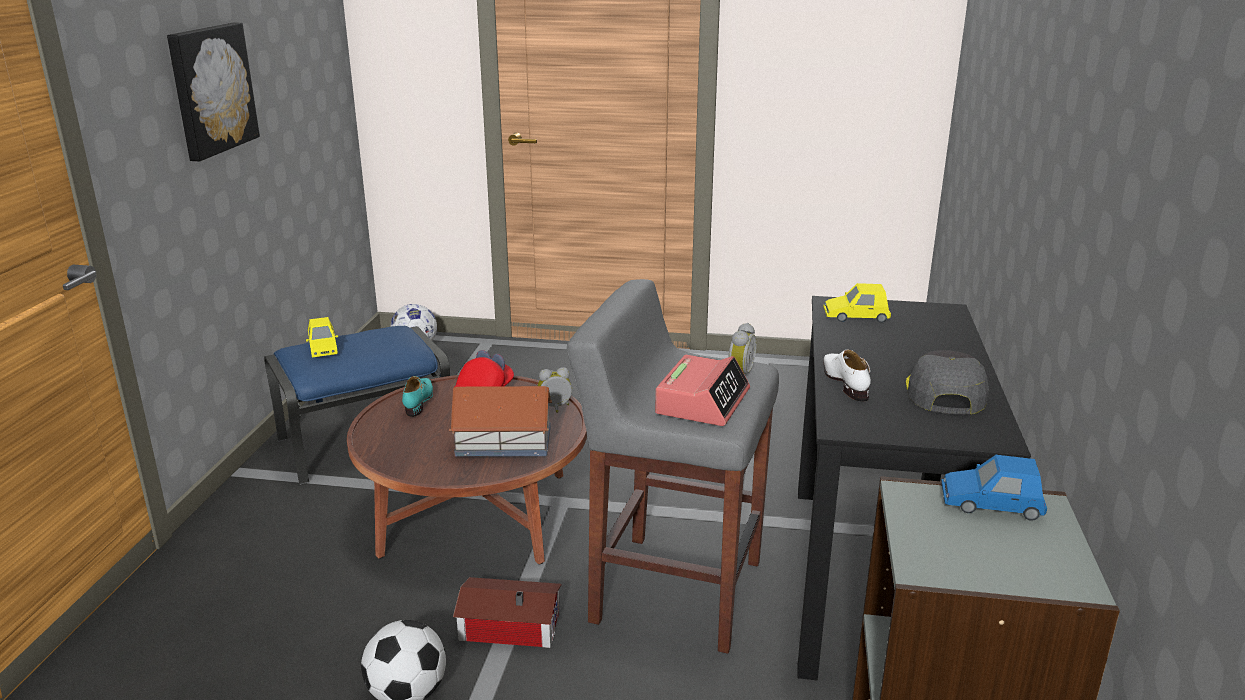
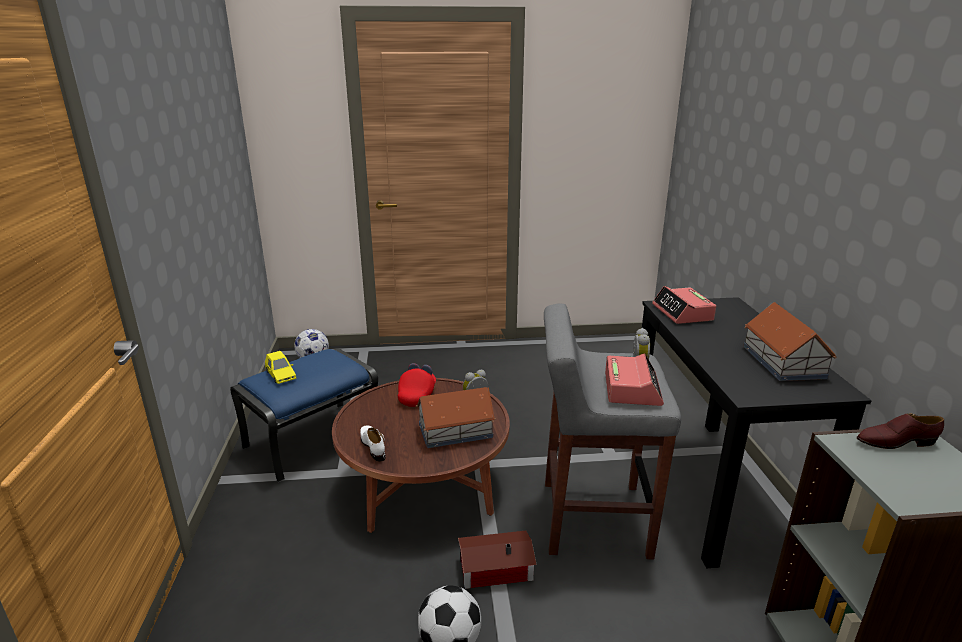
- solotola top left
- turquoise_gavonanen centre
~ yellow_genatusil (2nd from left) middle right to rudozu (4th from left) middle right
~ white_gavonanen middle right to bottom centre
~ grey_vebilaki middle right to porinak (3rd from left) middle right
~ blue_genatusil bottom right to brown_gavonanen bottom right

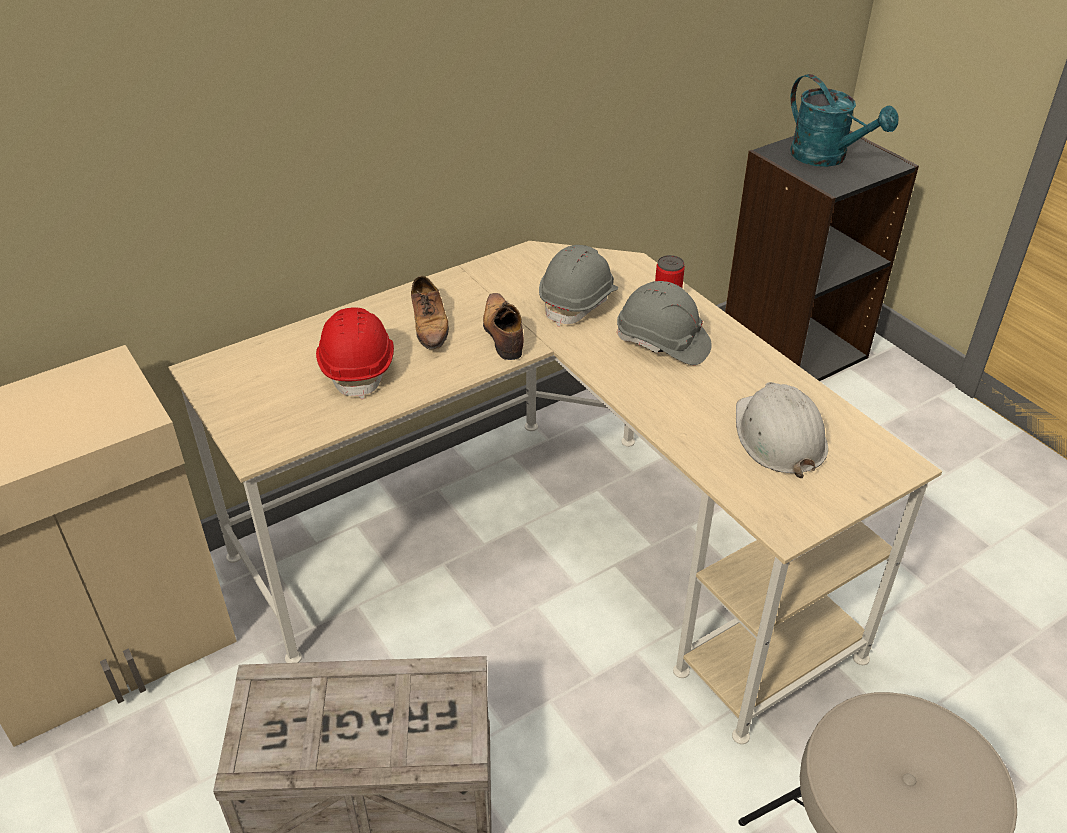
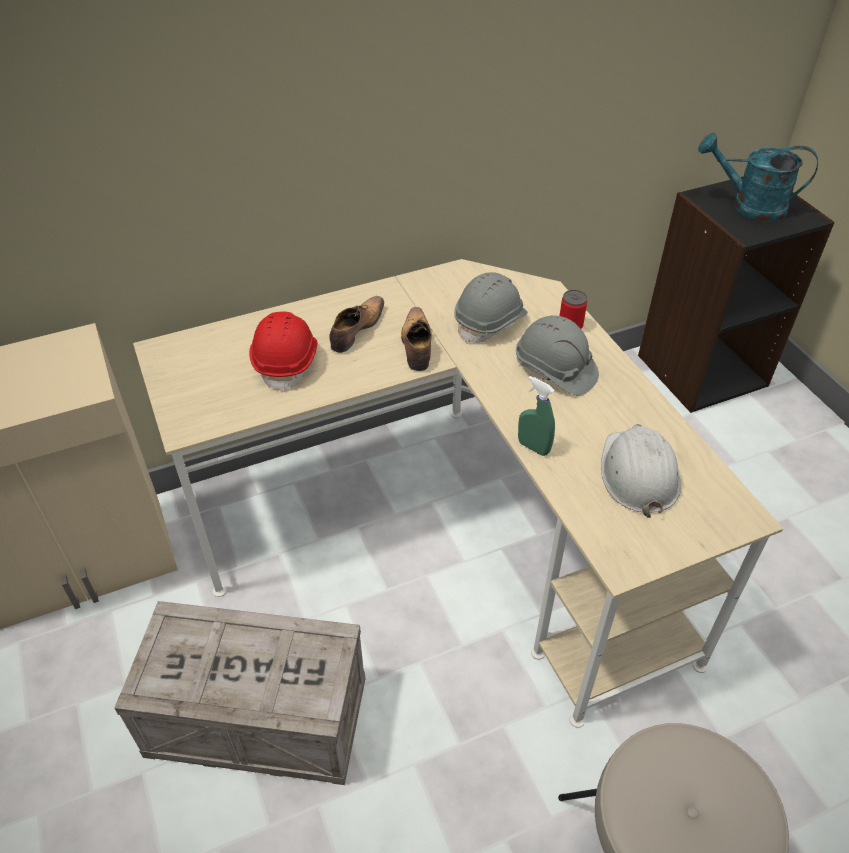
~ gavonanen (1st from left) centre = centre 150 degrees counterclockwise
~ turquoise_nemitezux top right = top right 135 degrees clockwise
+ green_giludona centre

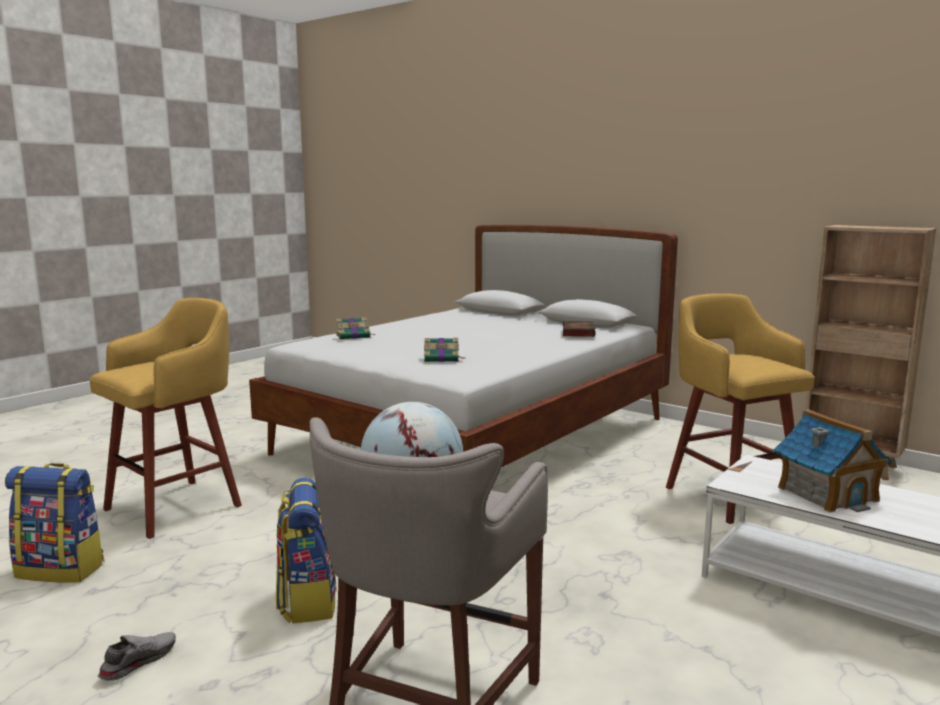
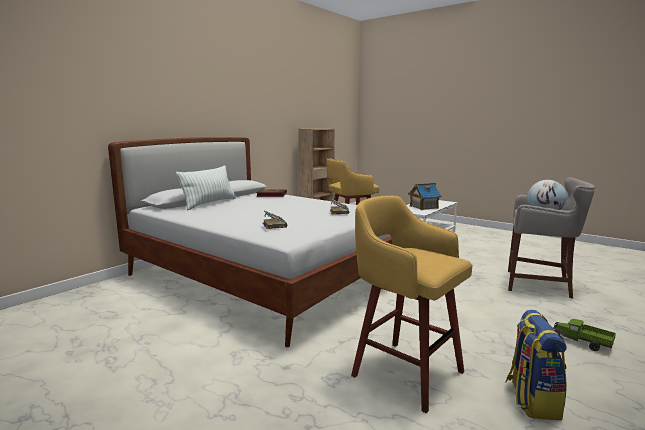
~ grey_gavonanen bottom left to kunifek bottom right
- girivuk (2nd from left) bottom left
+ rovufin middle left

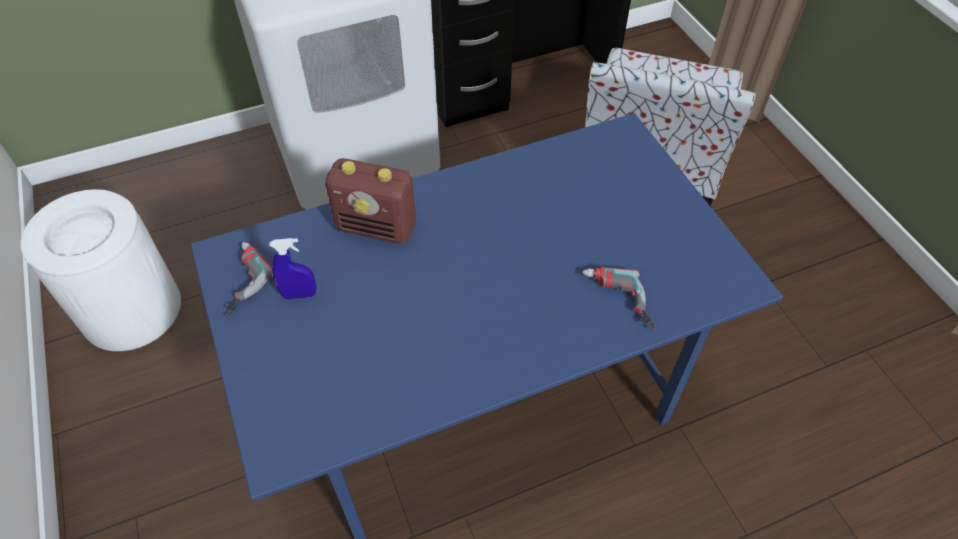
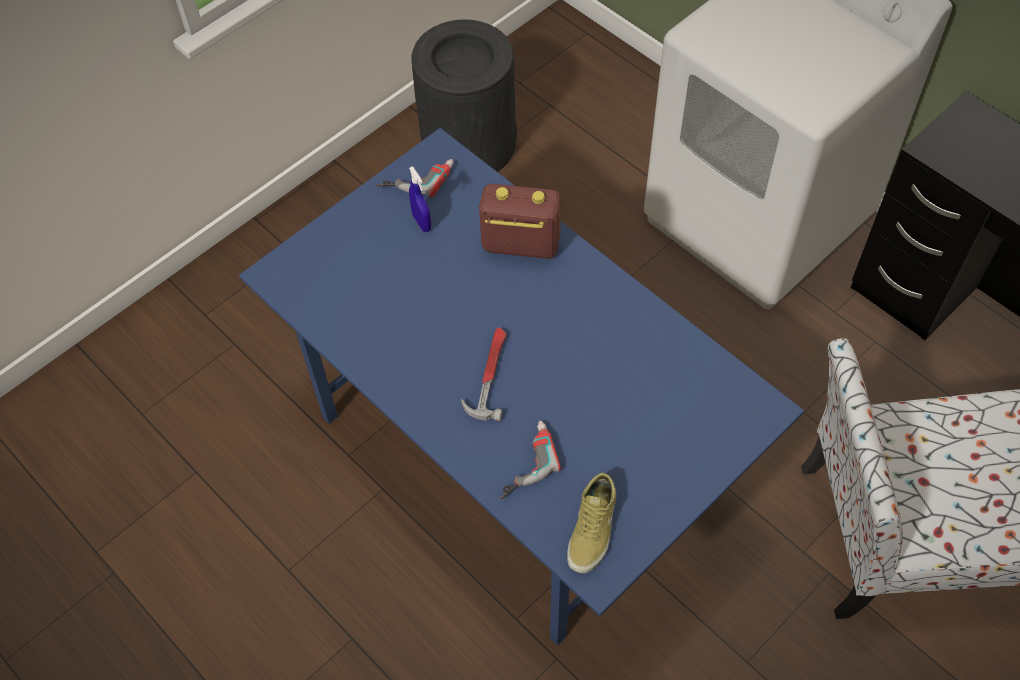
~ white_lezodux middle left to black_lezodux top centre
~ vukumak centre = top centre 105 degrees clockwise
+ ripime centre
+ beige_gavonanen bottom centre

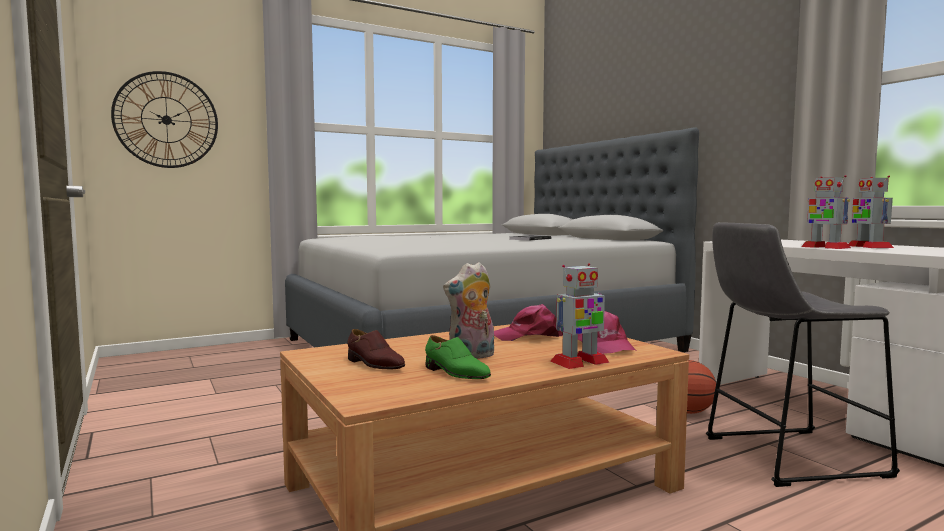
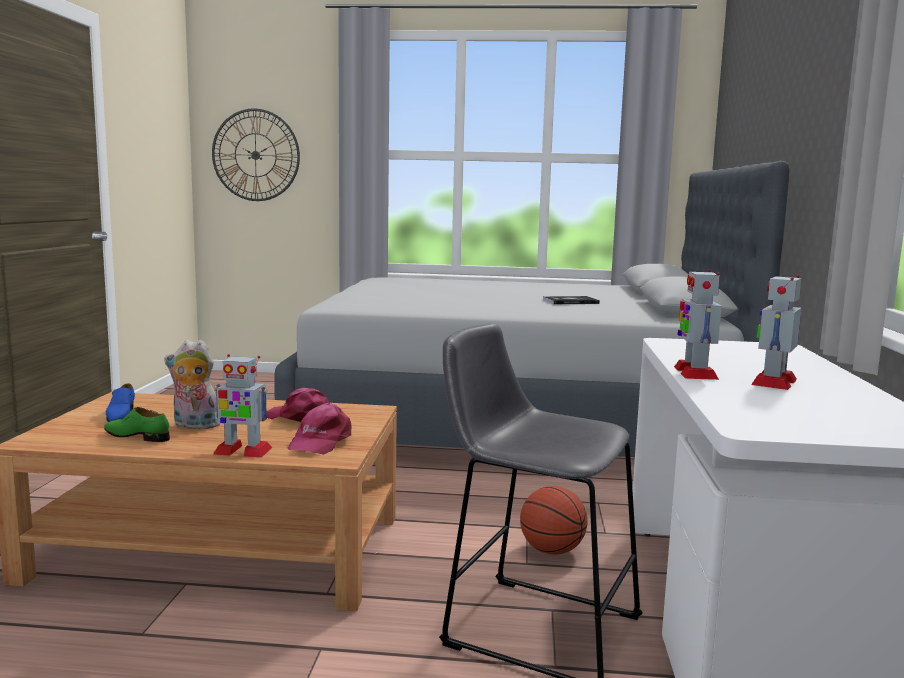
~ brown_gavonanen centre to blue_gavonanen middle left
~ green_gavonanen bottom centre = middle left 120 degrees clockwise

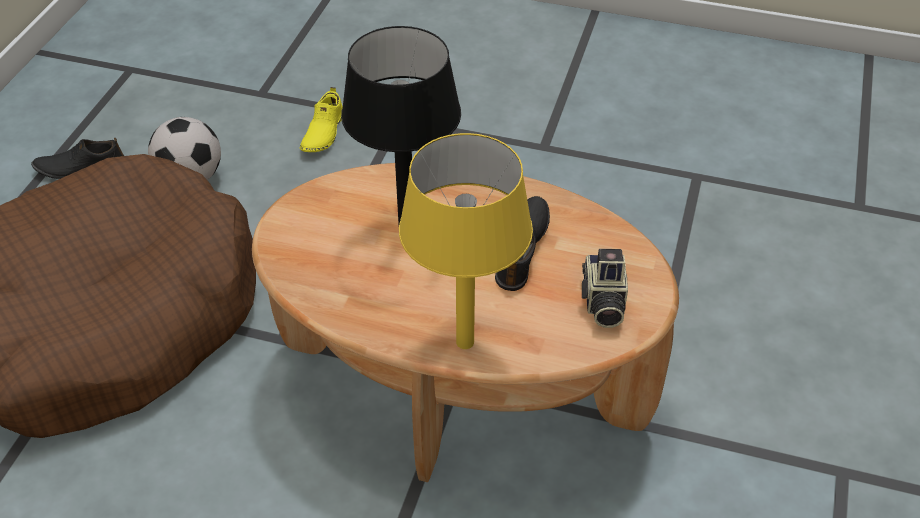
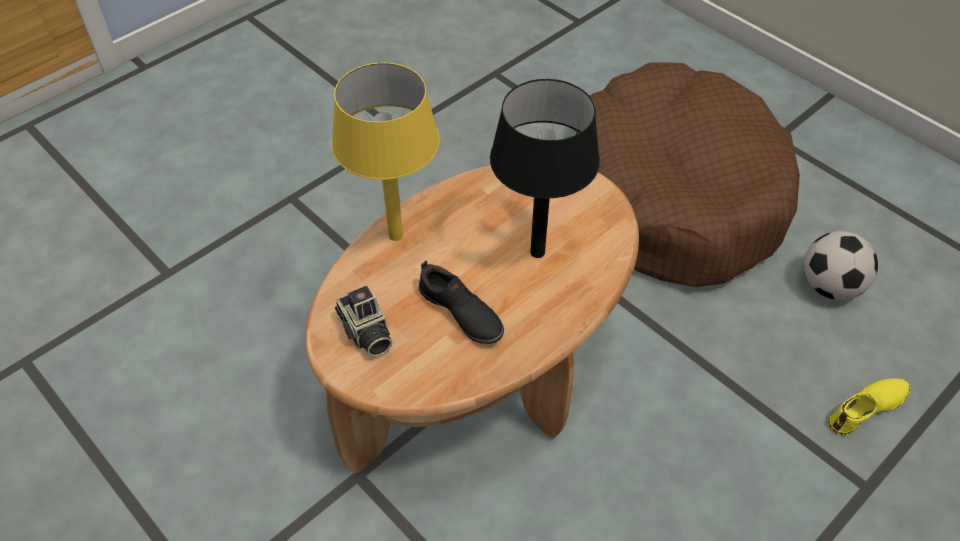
- black_gavonanen (1st from left) top left
~ yellow_gavonanen top centre = bottom right 105 degrees clockwise
~ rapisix centre = centre 150 degrees counterclockwise

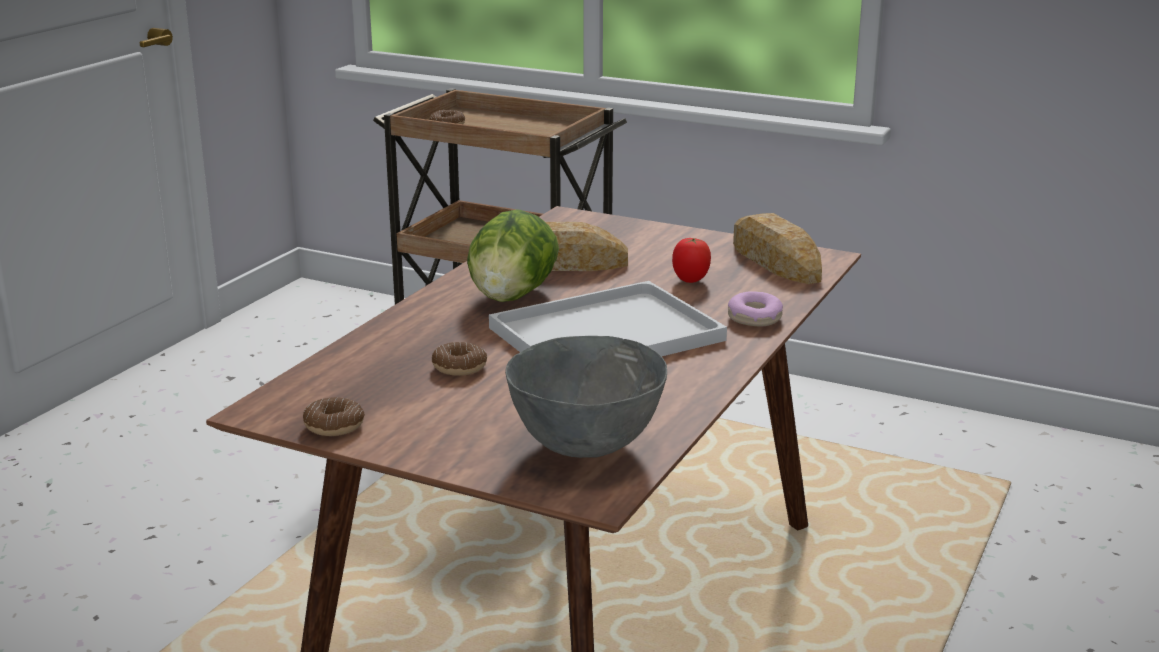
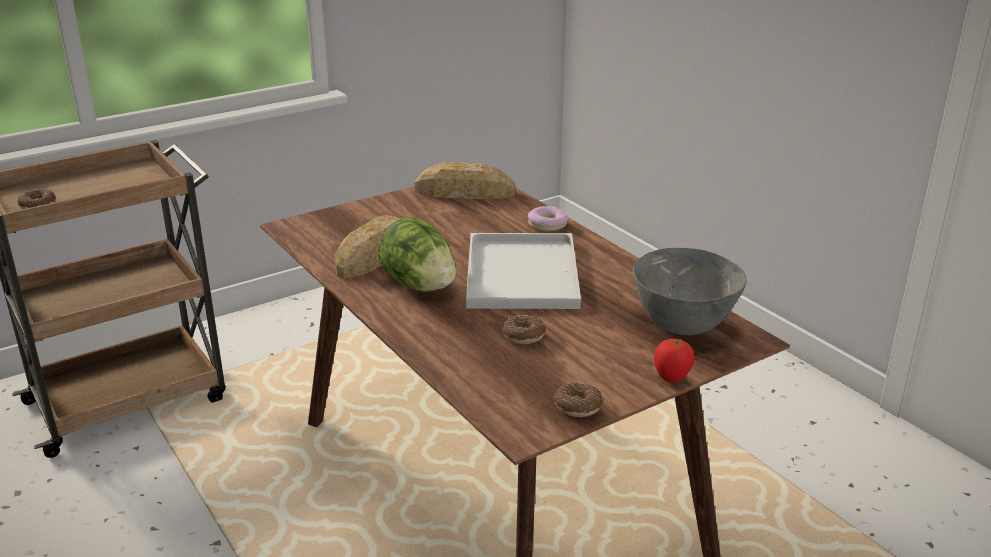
~ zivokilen centre to middle right

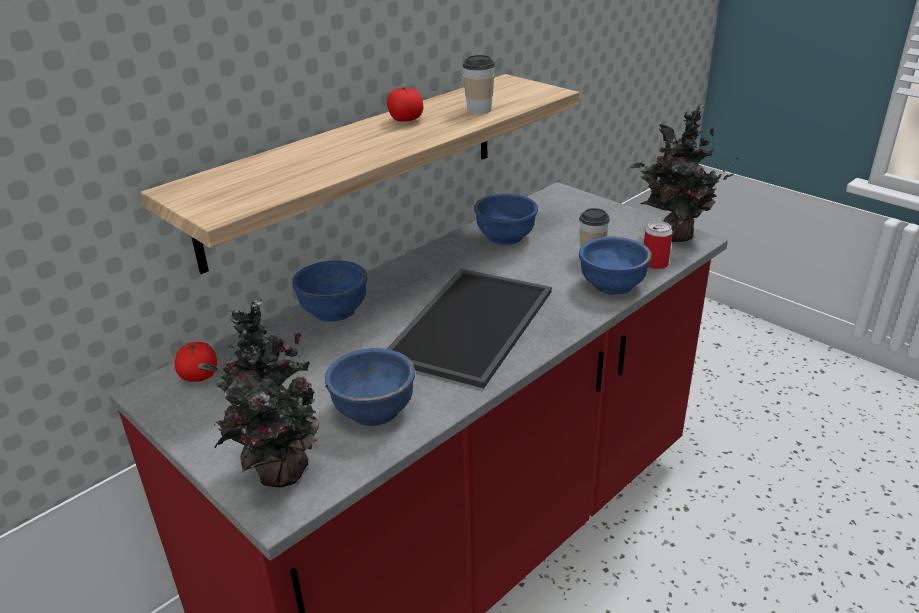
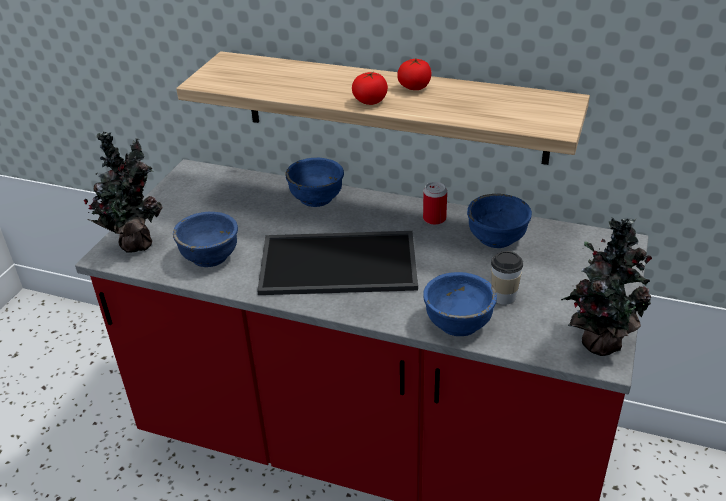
~ zivokilen (1st from left) middle left to top centre
- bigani (1st from left) top centre
~ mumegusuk middle right to centre

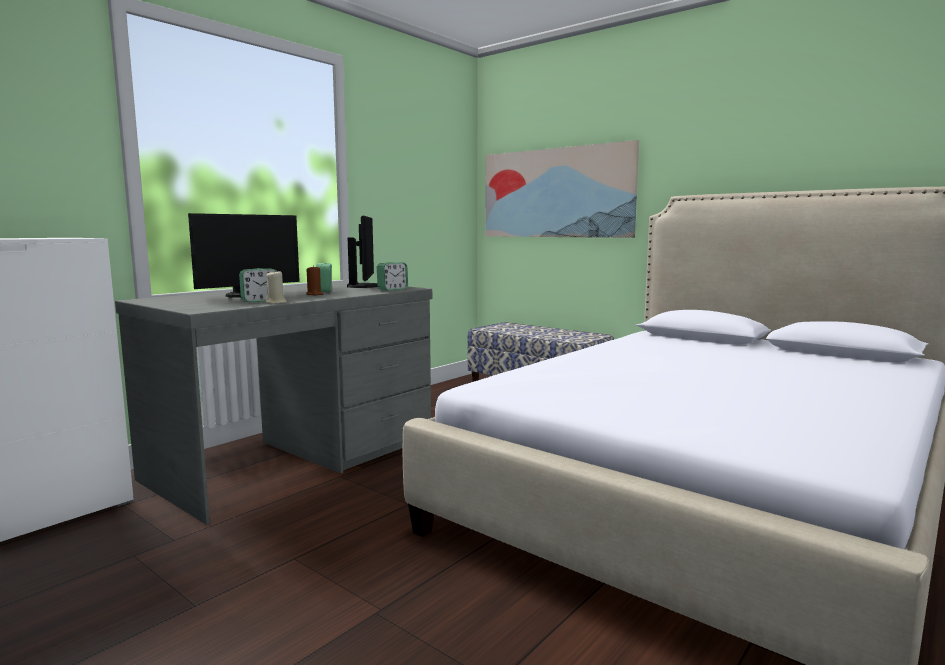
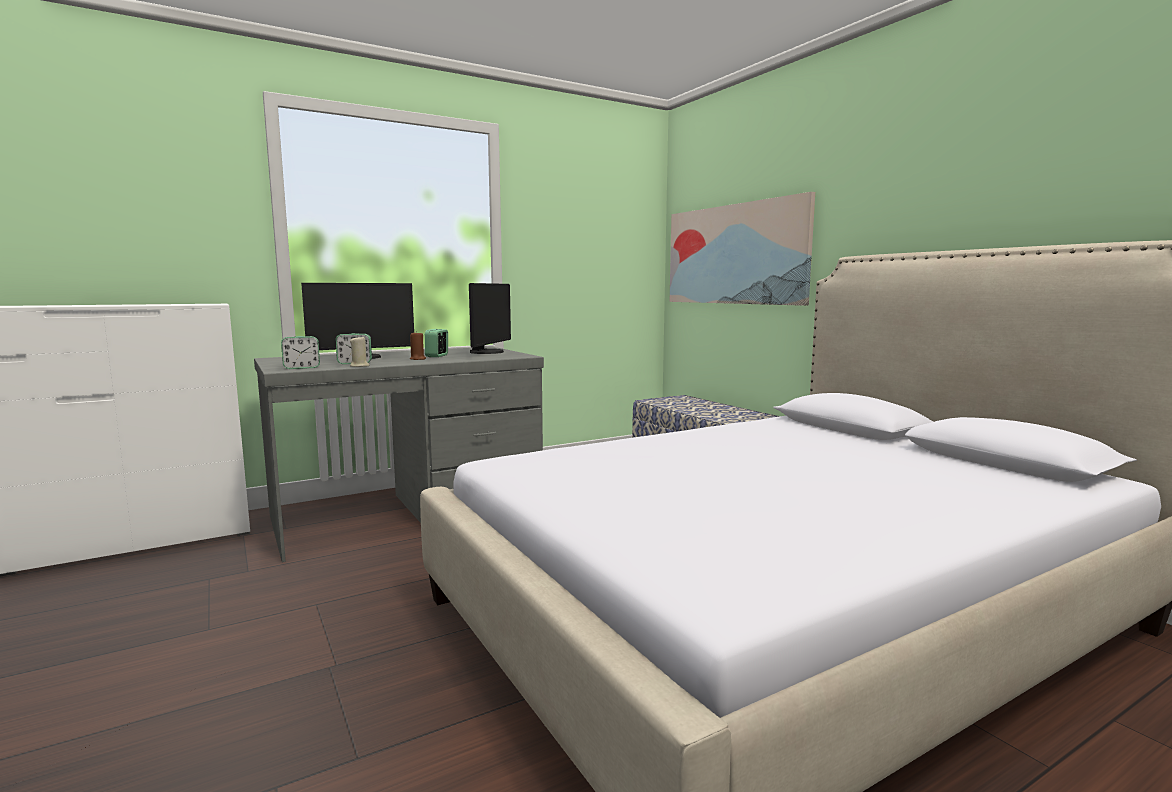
~ rudozu (3rd from left in the first image) centre to rudozu (1st from left) middle left

